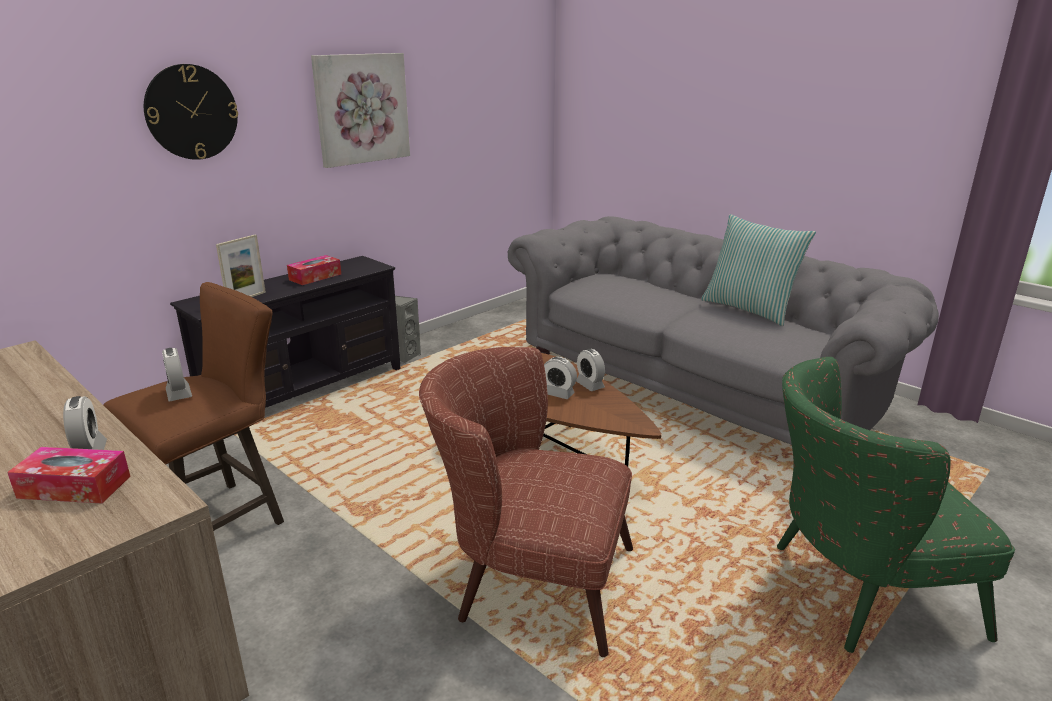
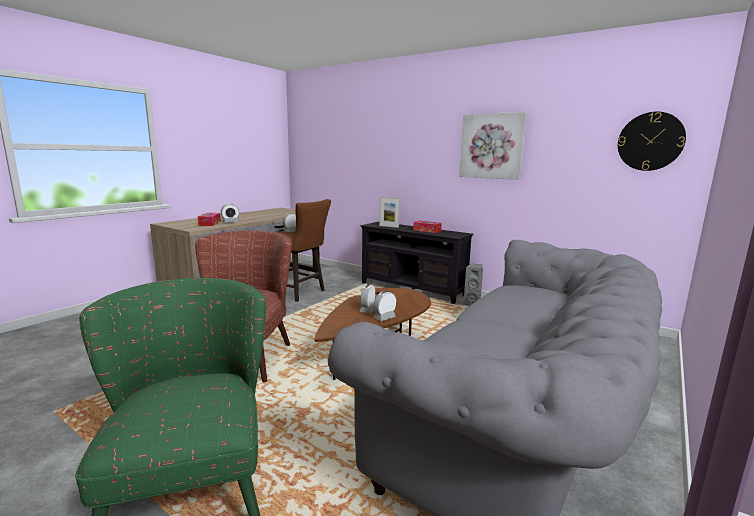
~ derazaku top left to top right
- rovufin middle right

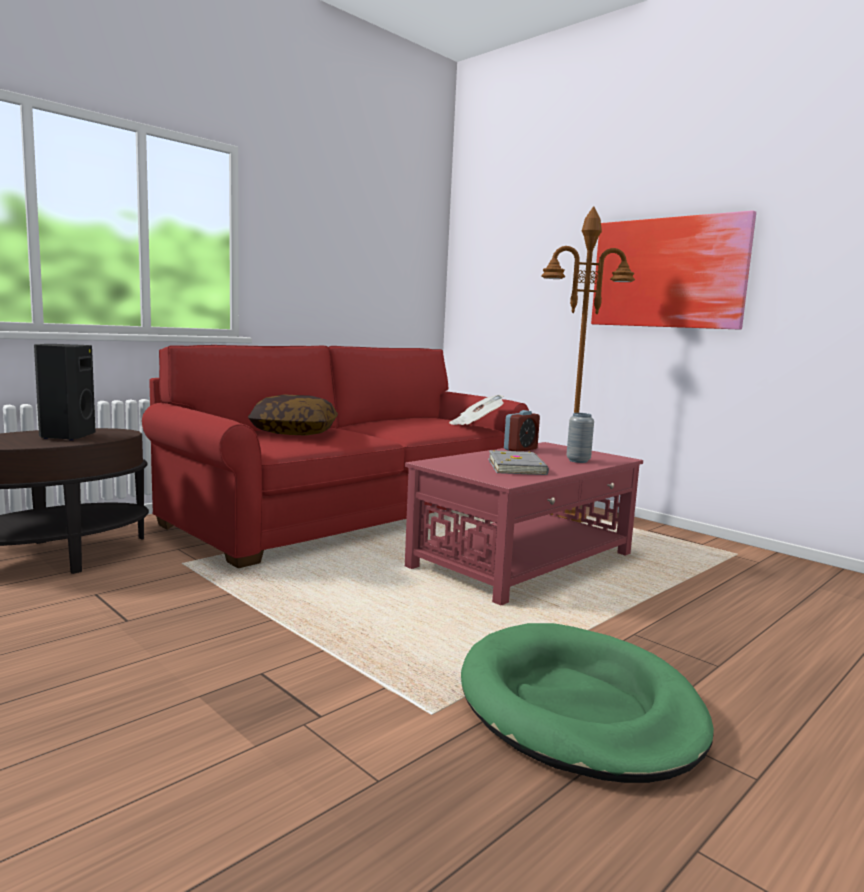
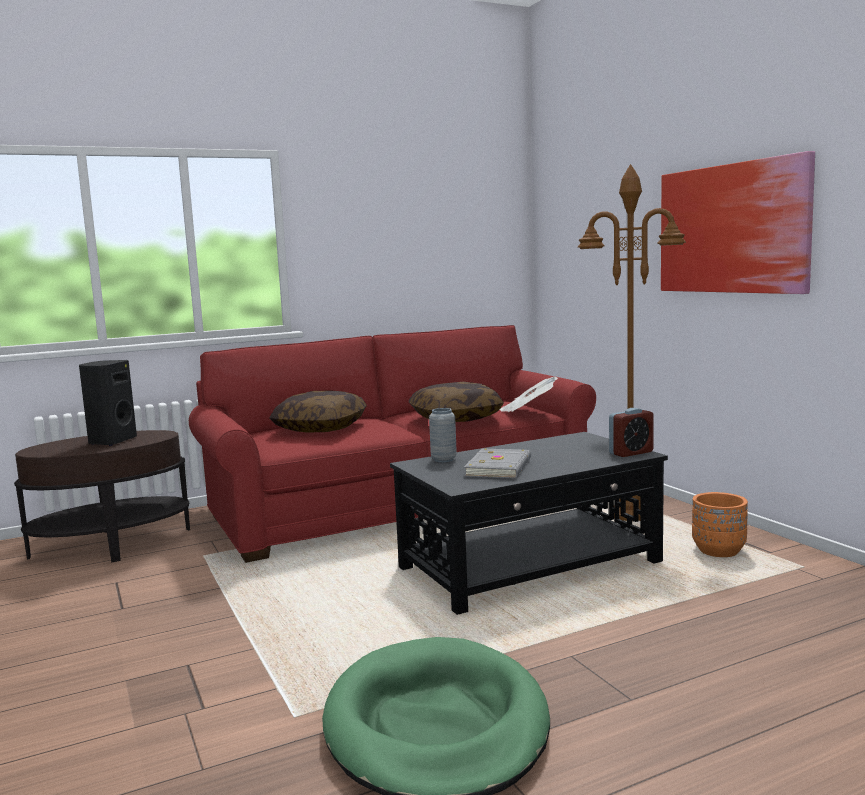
~ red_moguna centre to black_moguna centre
~ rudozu centre to middle right
~ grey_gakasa middle right to centre
+ rovufin (2nd from left) centre
+ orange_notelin middle right

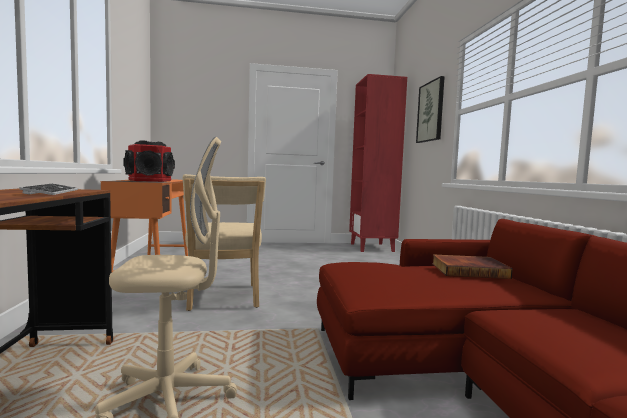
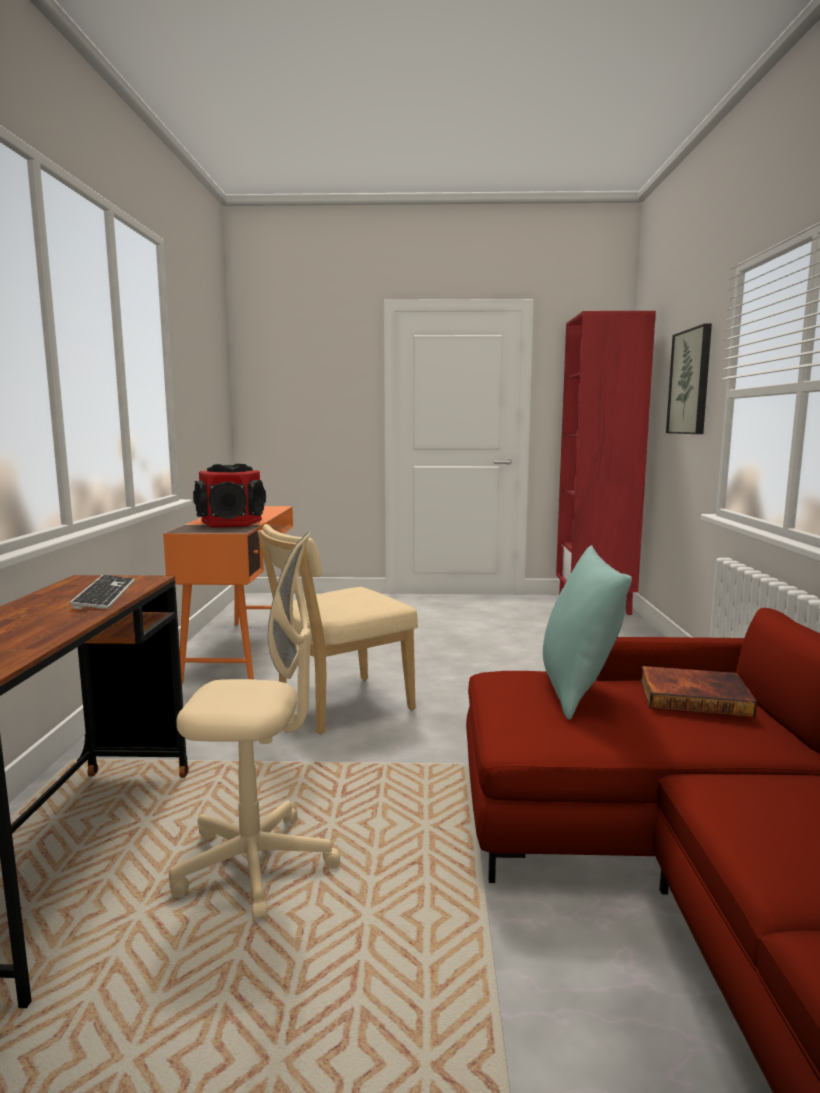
~ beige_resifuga centre = centre 60 degrees clockwise
+ turquoise_rovufin middle right

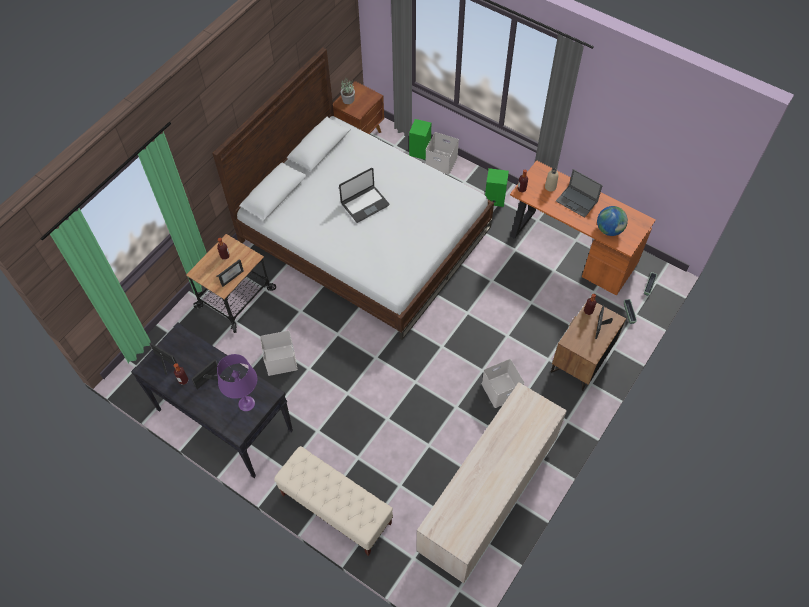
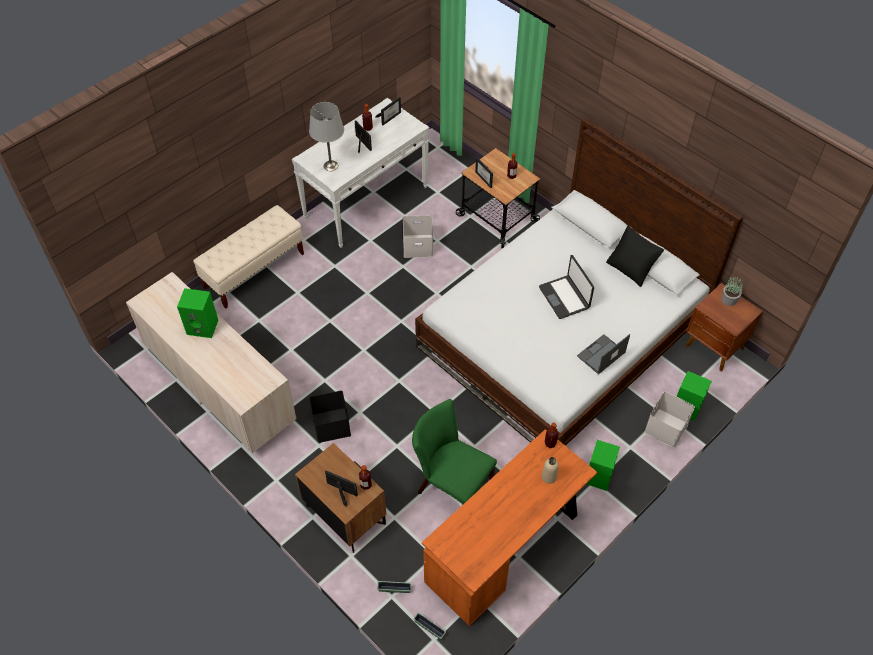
~ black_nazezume middle left to white_nazezume top centre
~ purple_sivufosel middle left to grey_sivufosel top centre
~ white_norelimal (3rd from left) centre to black_norelimal centre
~ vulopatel (2nd from left) top right to middle right
- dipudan middle right
+ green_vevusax (1st from left) middle left
+ green_resifuga bottom centre
+ black_rovufin middle right

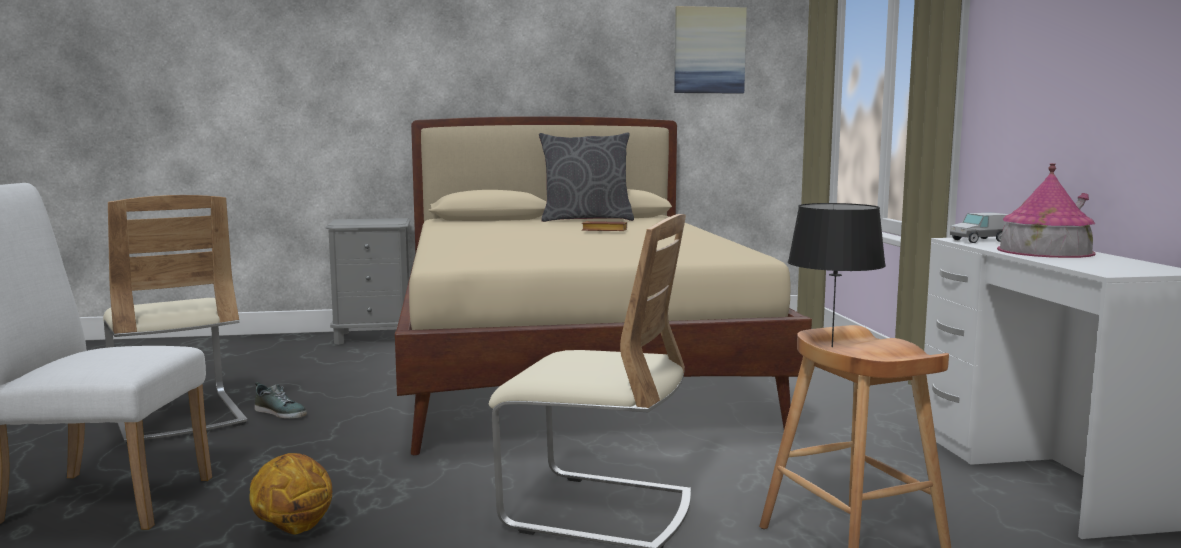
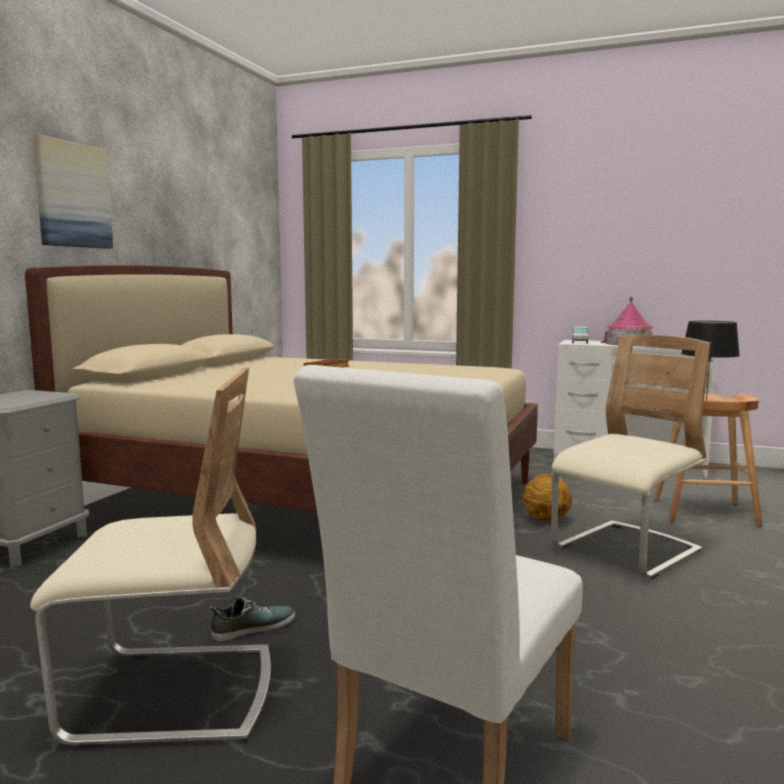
~ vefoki bottom left to middle right
- grey_rovufin top centre
~ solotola top centre to top left

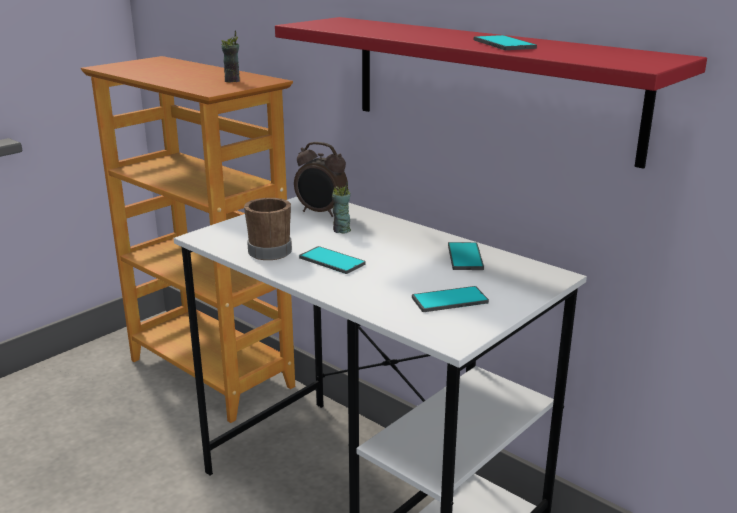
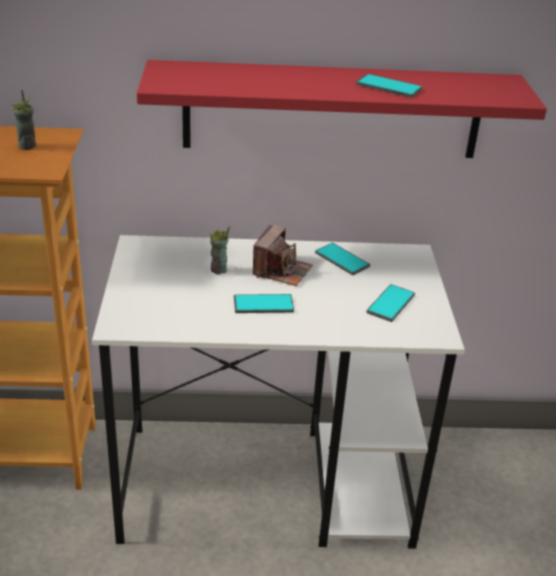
- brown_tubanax centre
- rudozu centre
+ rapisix centre

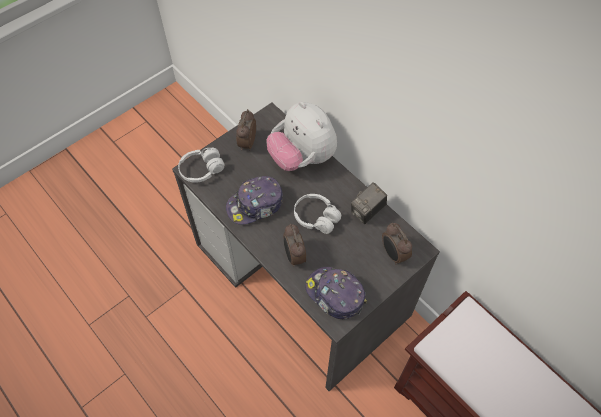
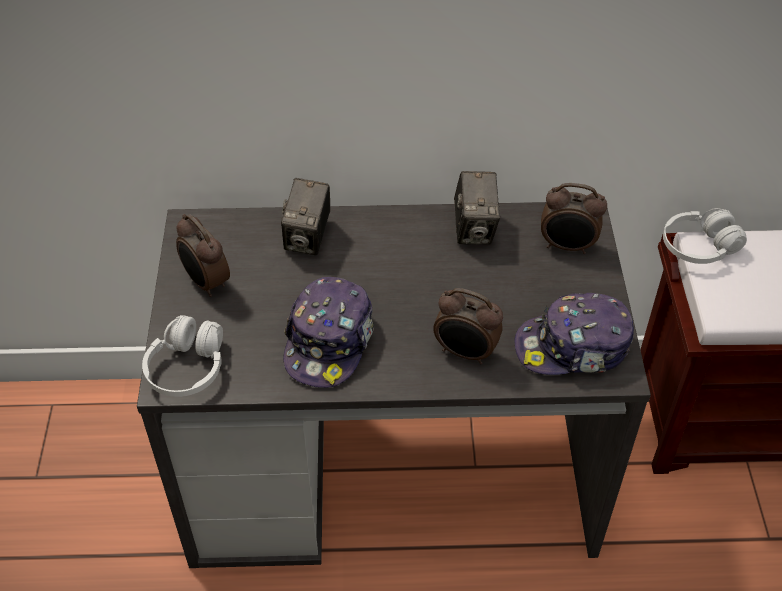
~ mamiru top centre to rapisix (1st from left) centre
~ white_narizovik (2nd from left) centre to middle right

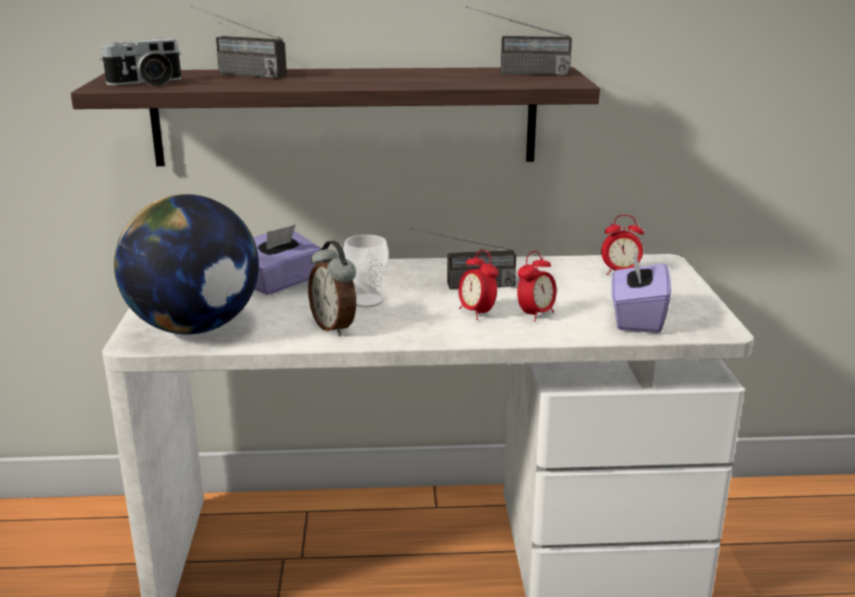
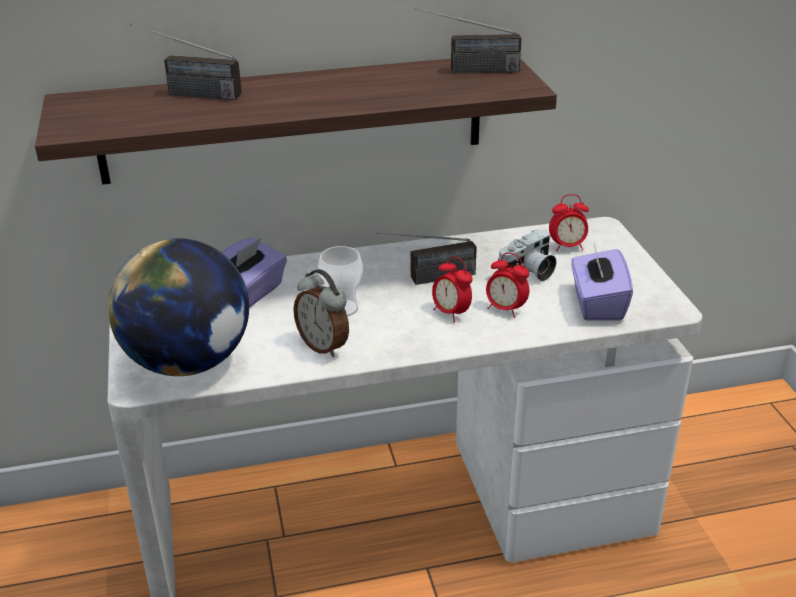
~ rapisix top left to centre
~ rudozu (3rd from left) centre = centre 90 degrees clockwise

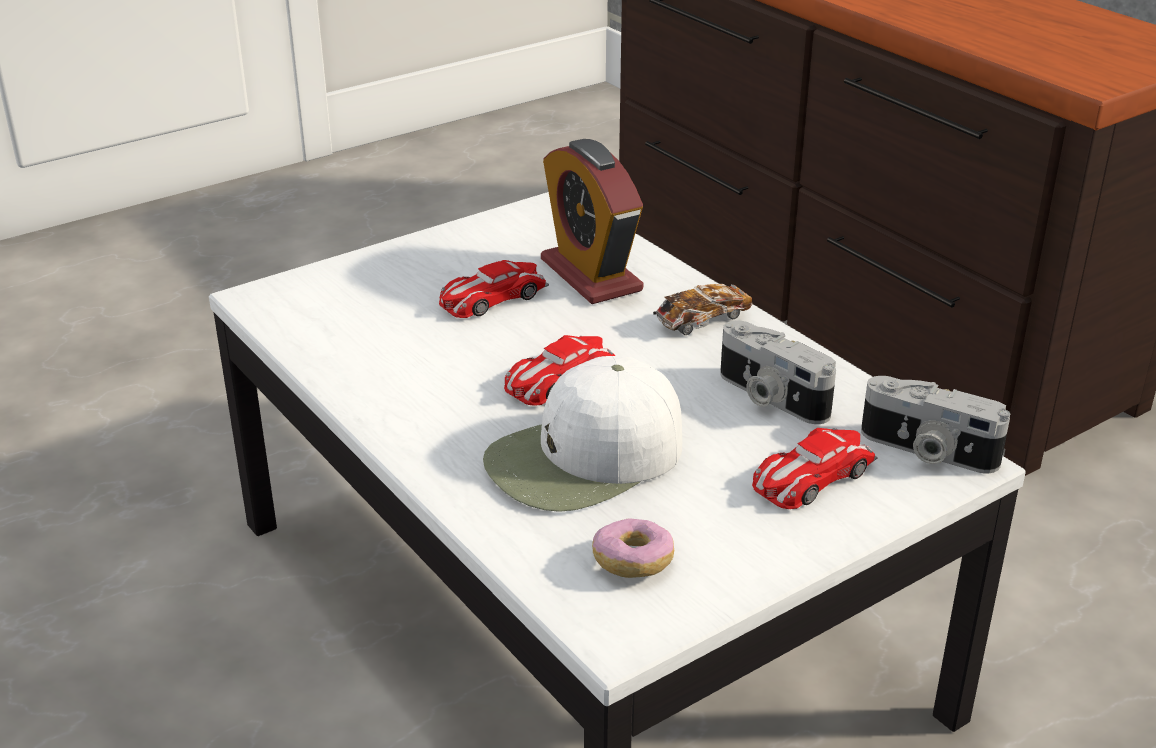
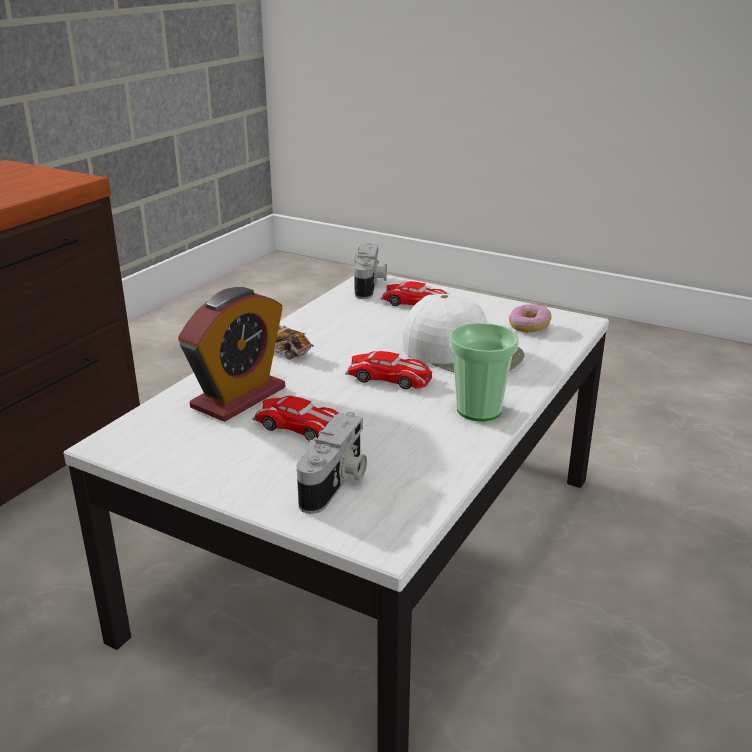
~ rapisix (1st from left) middle right to centre
+ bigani centre

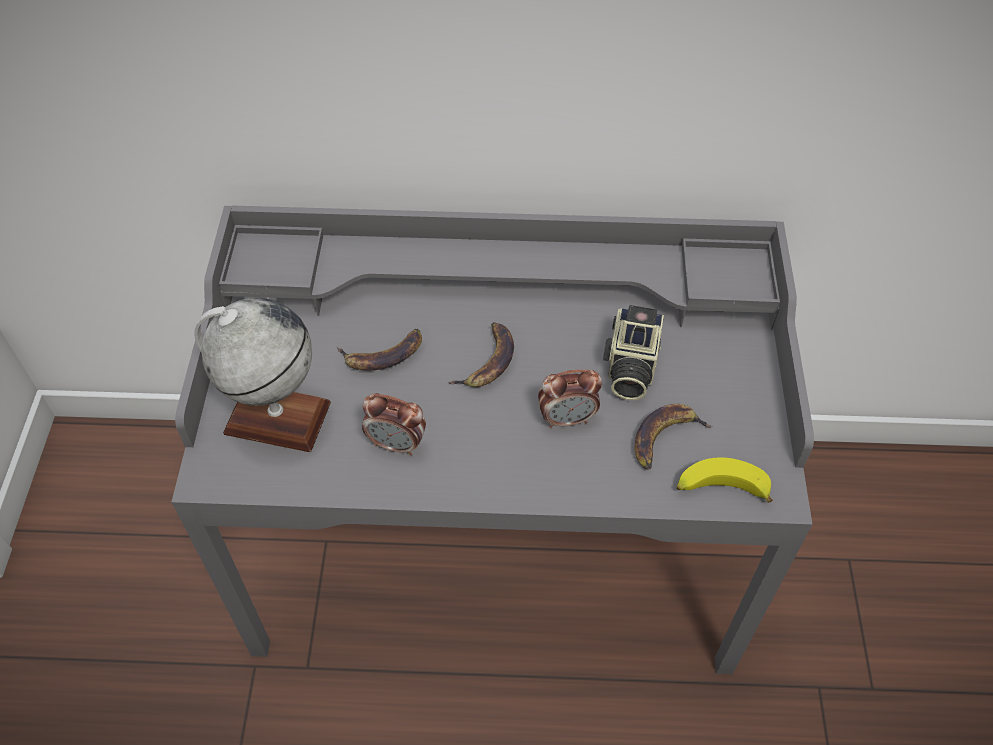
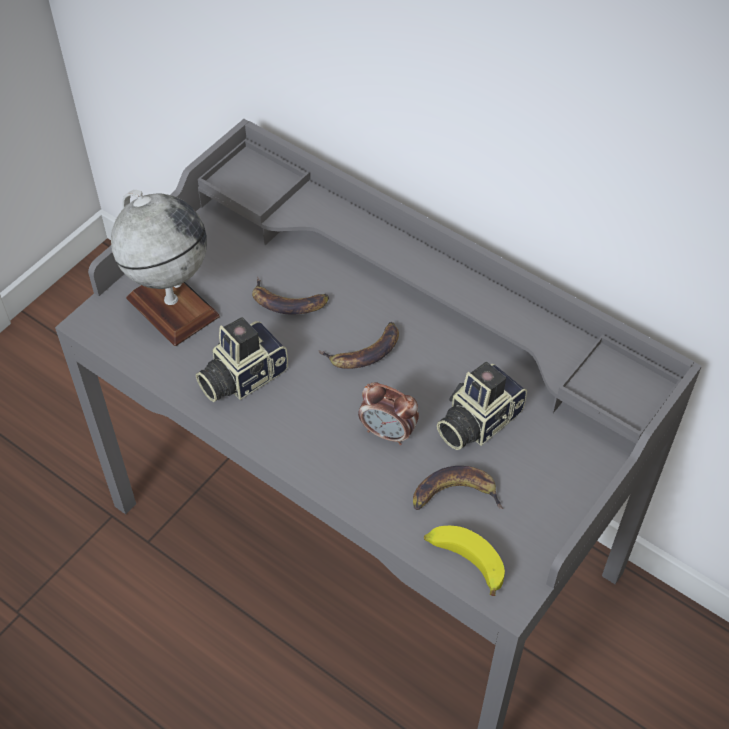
~ rudozu (1st from left) centre to rapisix (1st from left) middle left

